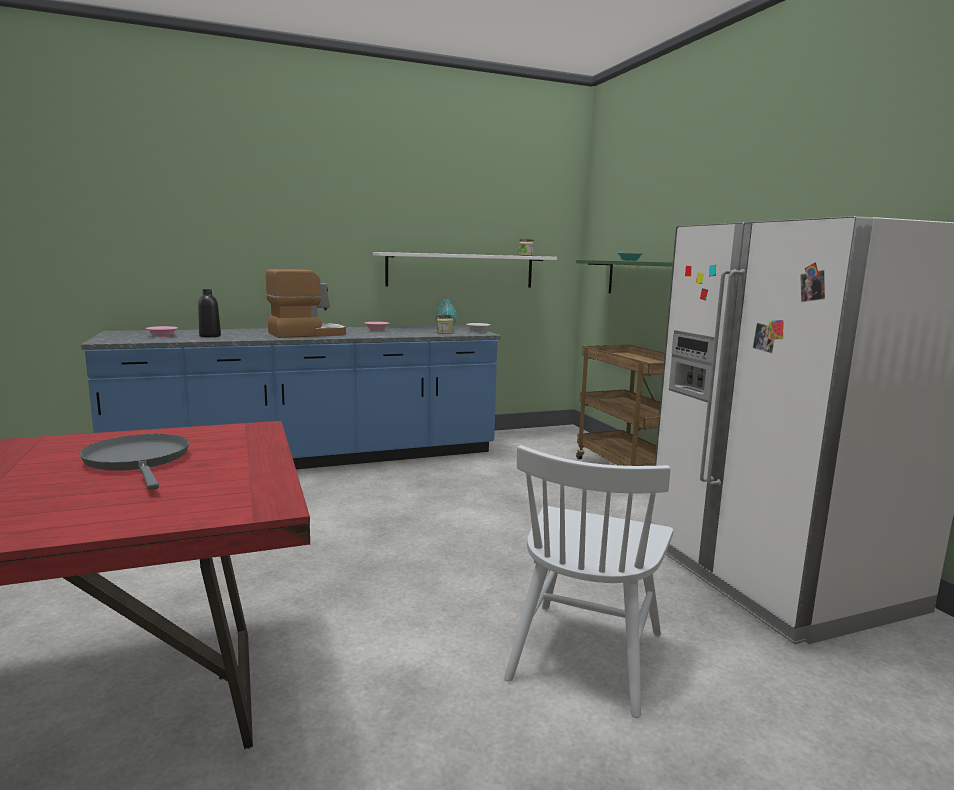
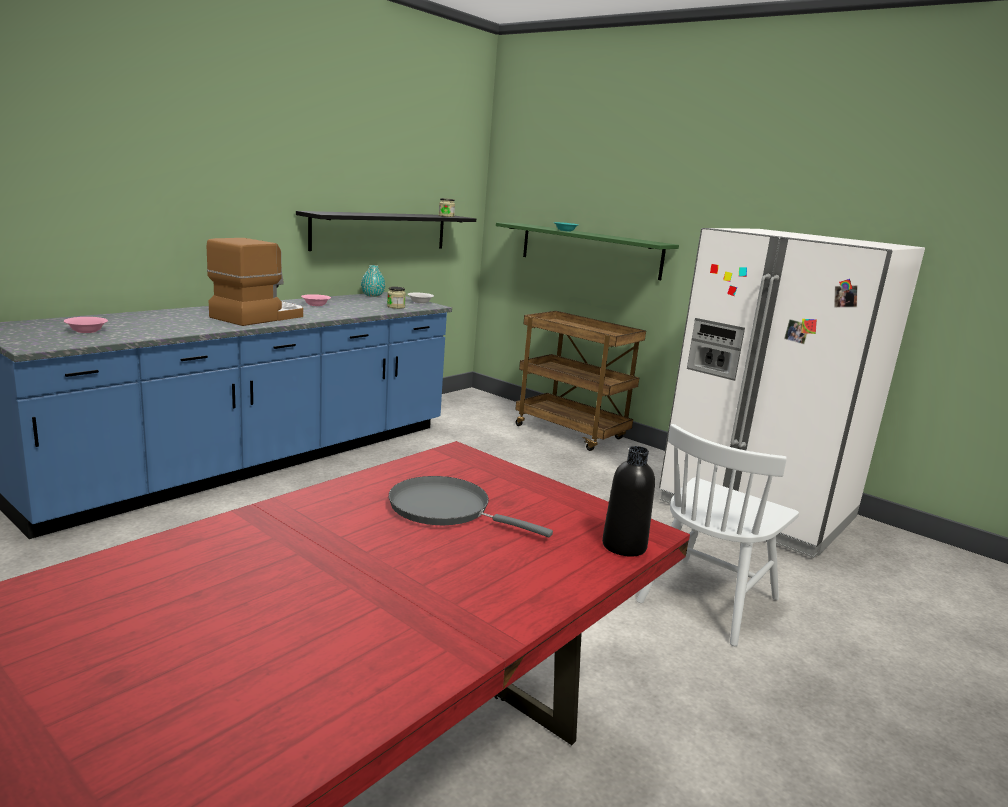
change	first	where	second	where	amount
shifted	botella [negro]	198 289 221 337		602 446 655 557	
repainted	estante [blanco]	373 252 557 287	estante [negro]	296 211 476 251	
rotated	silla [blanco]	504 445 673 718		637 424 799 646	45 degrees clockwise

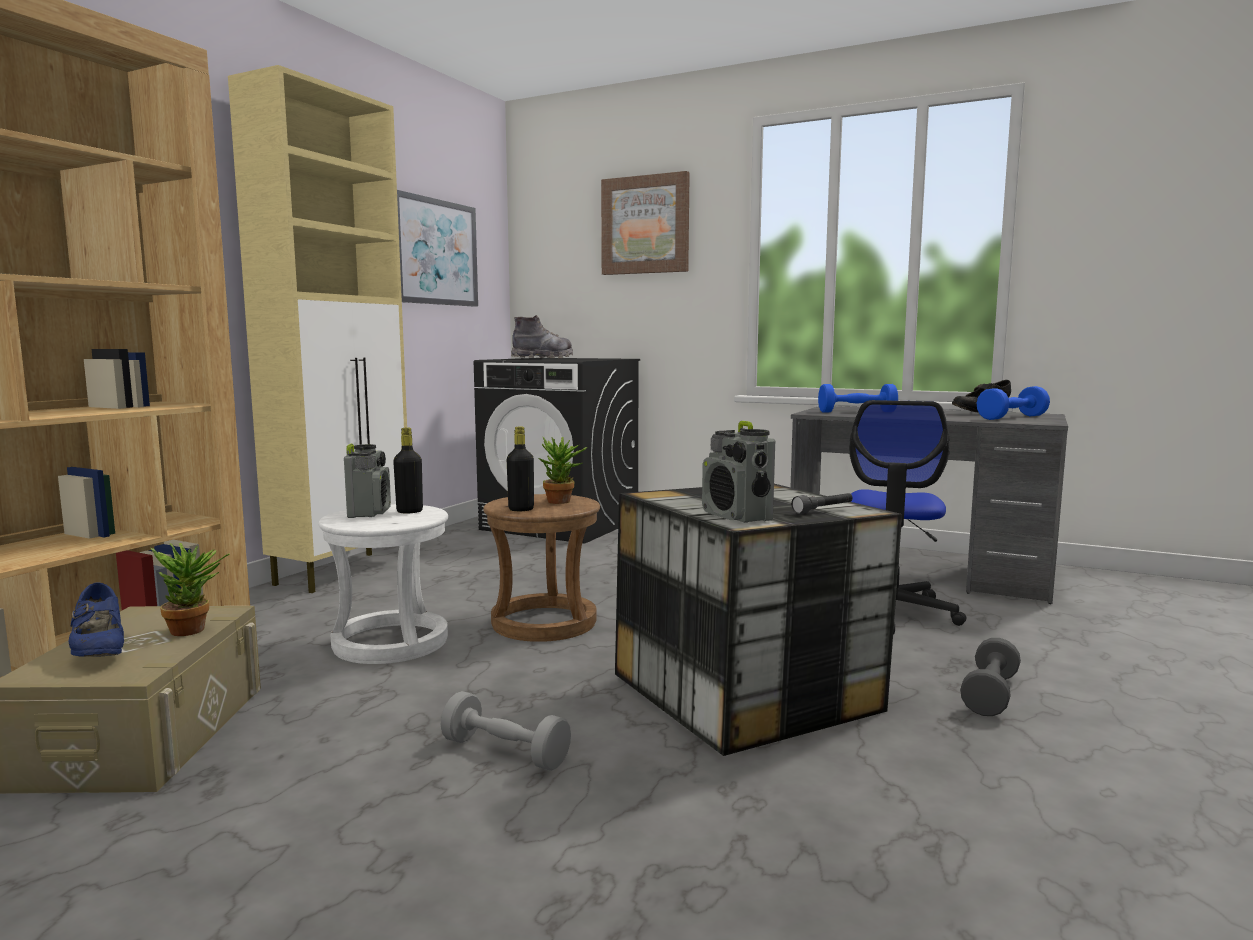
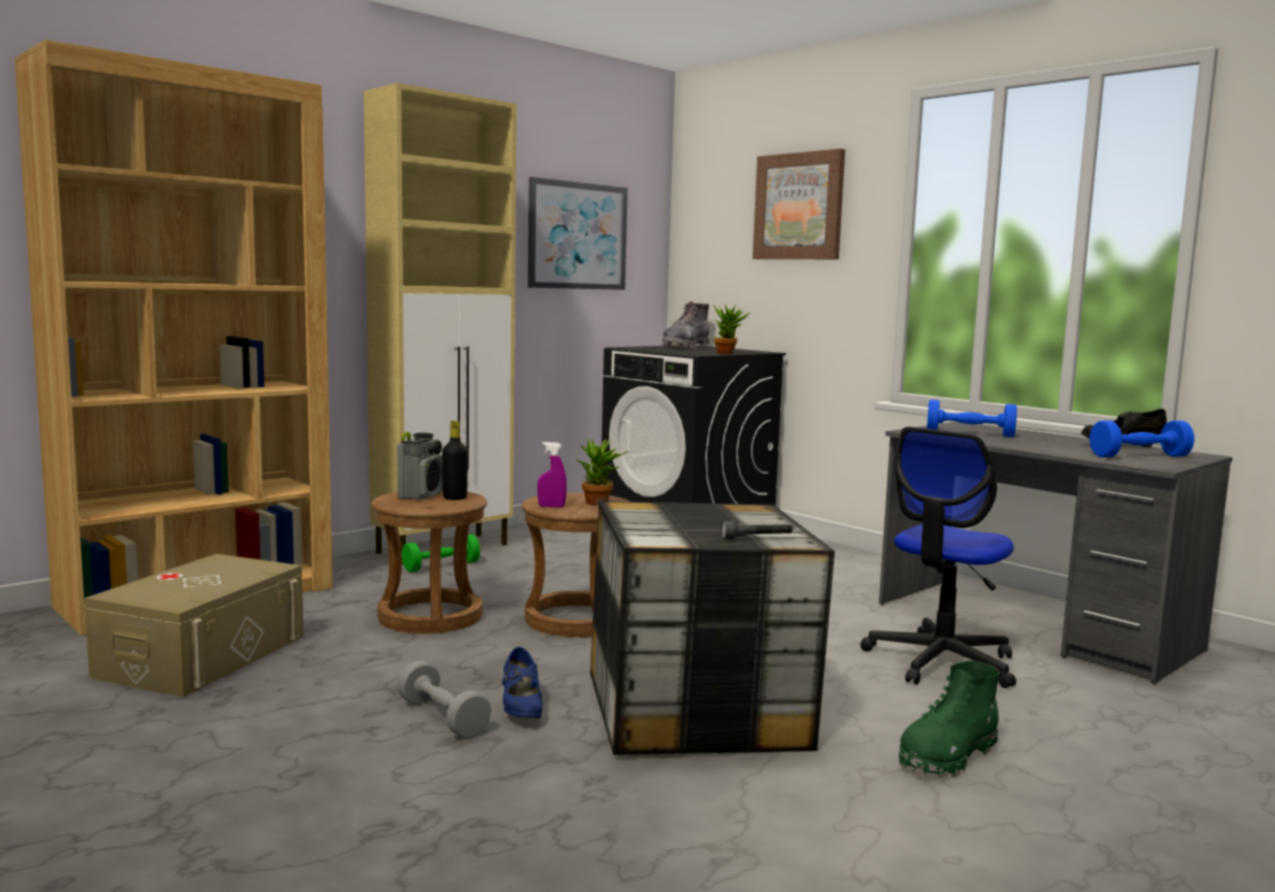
change	first	where	second	where	amount
shifted	zapato [azul]	69 582 124 657		502 647 543 719	
shifted	planta en maceta	151 543 230 636		714 304 751 354	
repainted	taburete [blanco]	319 504 448 664	taburete [marrón]	371 492 487 634	
swapped	botella [negro]	507 427 534 511	pulverizador [morado]	537 442 567 508	
rotated	bota [gris]	511 315 573 358		662 301 710 348	135 degrees clockwise
gone	radio	702 421 775 523			
swapped	mancuerna [gris]	960 638 1021 716	bota [verde]	898 660 1000 778	
new			mancuerna [verde]	402 534 480 572	

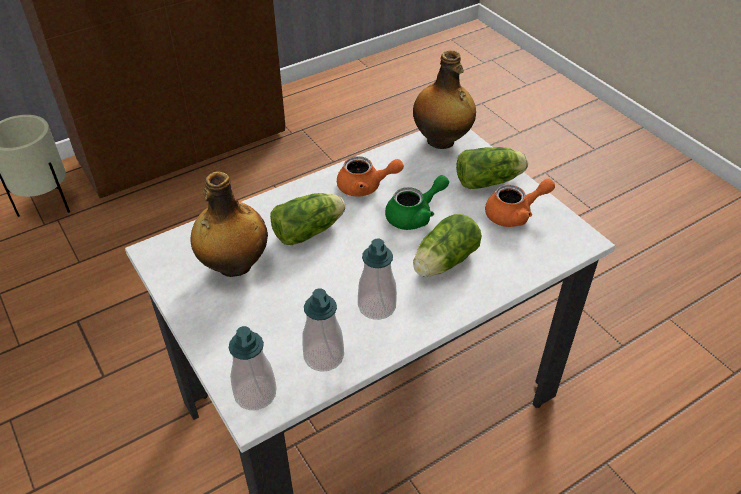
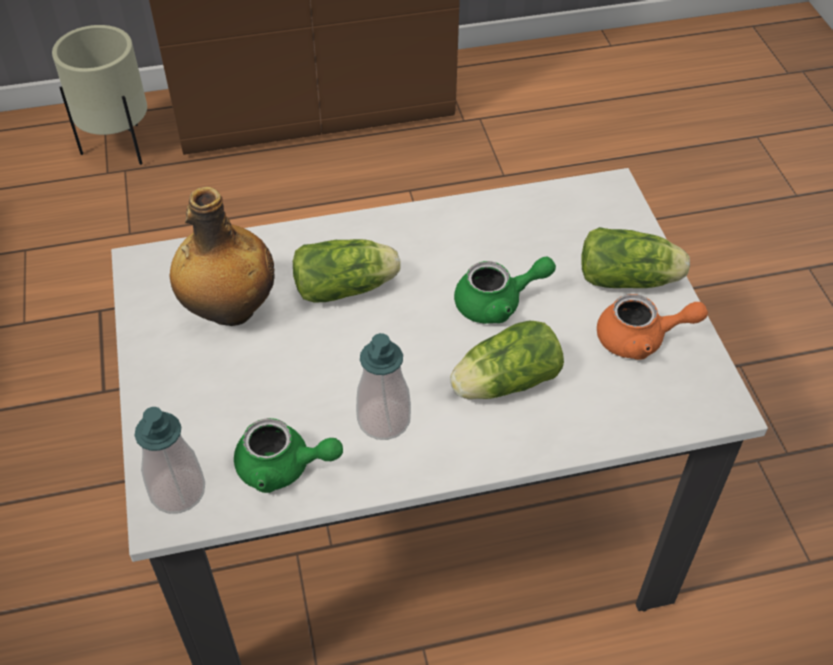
change	first	where	second	where	amount
swapped	dispensador de jabón	302 288 344 372	tetera [verde]	234 418 343 493	
gone	tetera [naranja]	337 156 404 197			
gone	botella	413 50 476 149			

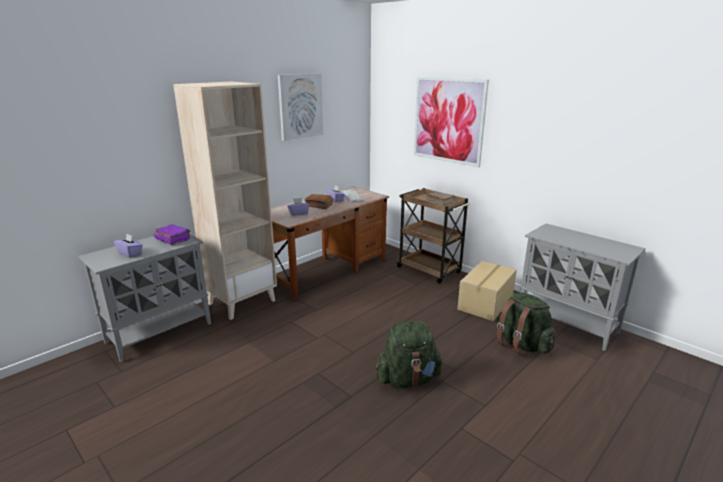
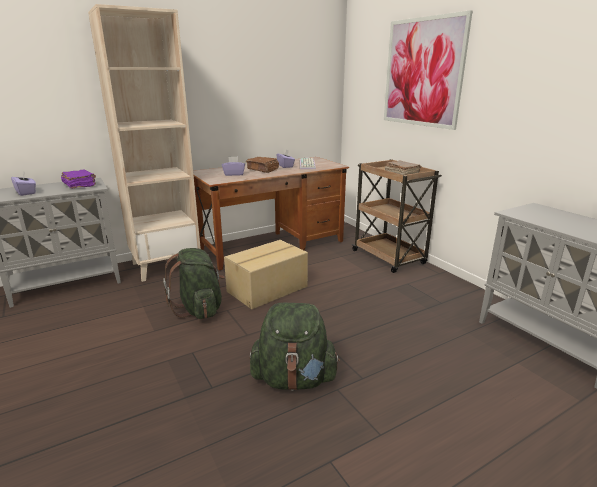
change	first	where	second	where	amount
gone	cuadro	278 73 323 141			
shifted	caja de cartón	457 261 517 321		224 240 308 309	
shifted	mochila [verde]	497 292 555 355		163 248 225 319	

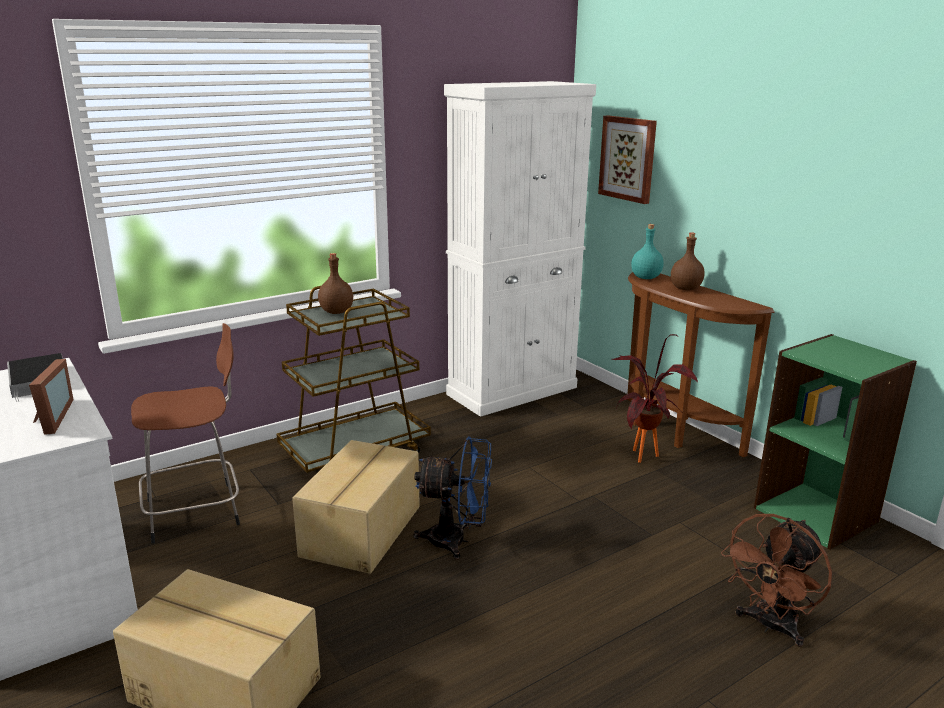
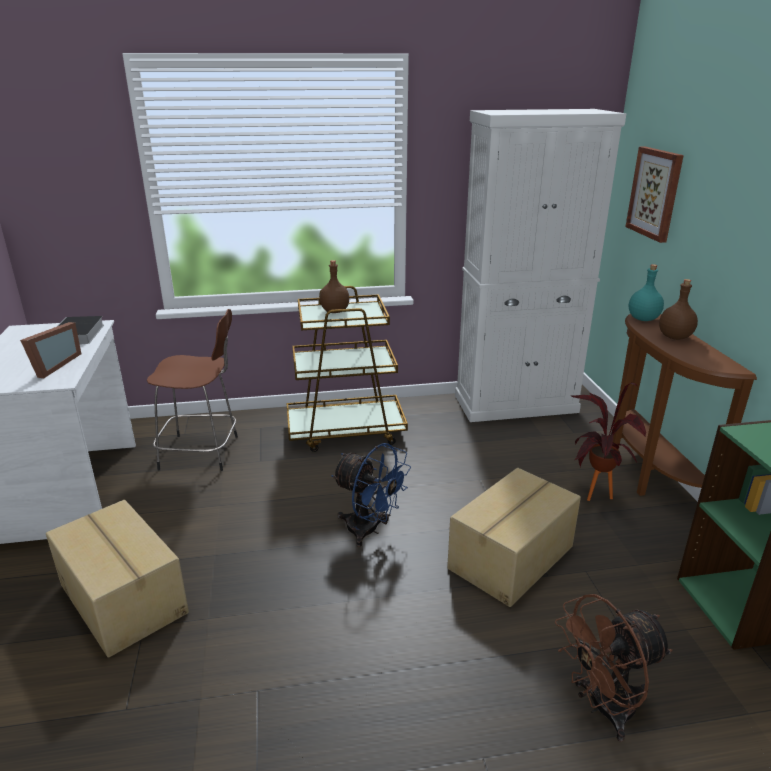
change	first	where	second	where	amount
shifted	caja de cartón	292 440 420 574		447 468 581 607	

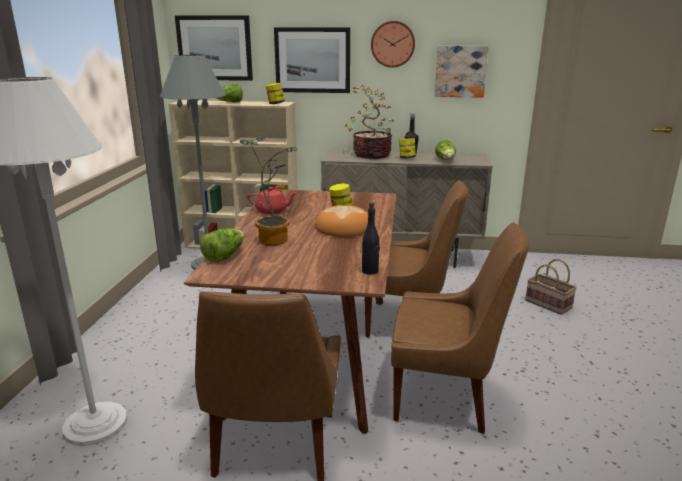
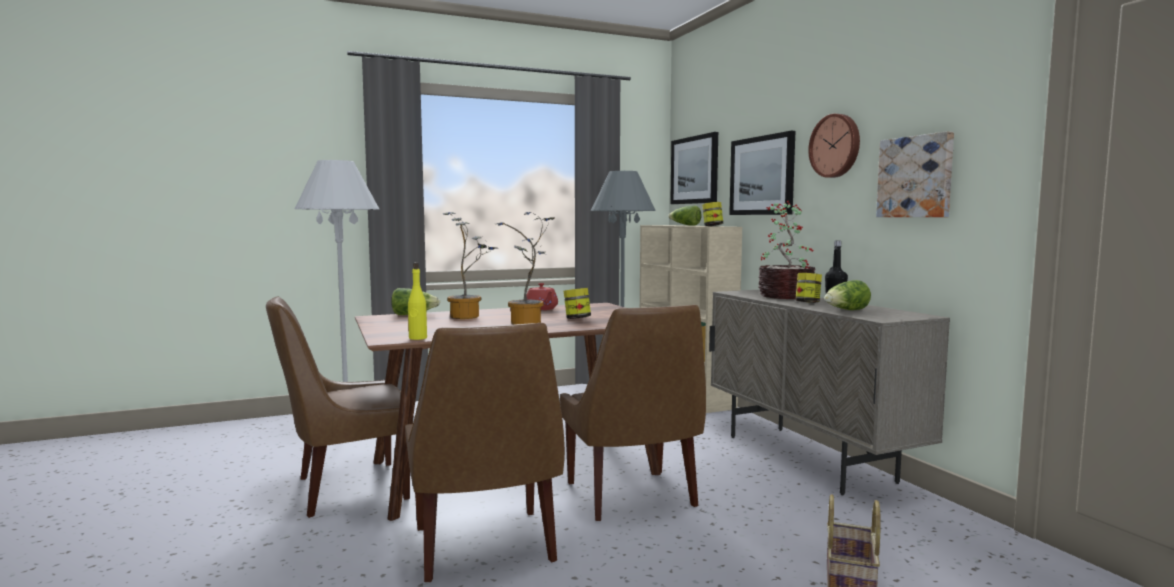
change	first	where	second	where	amount
swapped	pan	315 205 368 237	planta en maceta	495 212 555 325	
repainted	botella [negro]	362 202 380 275	botella [amarillo]	408 262 427 340	

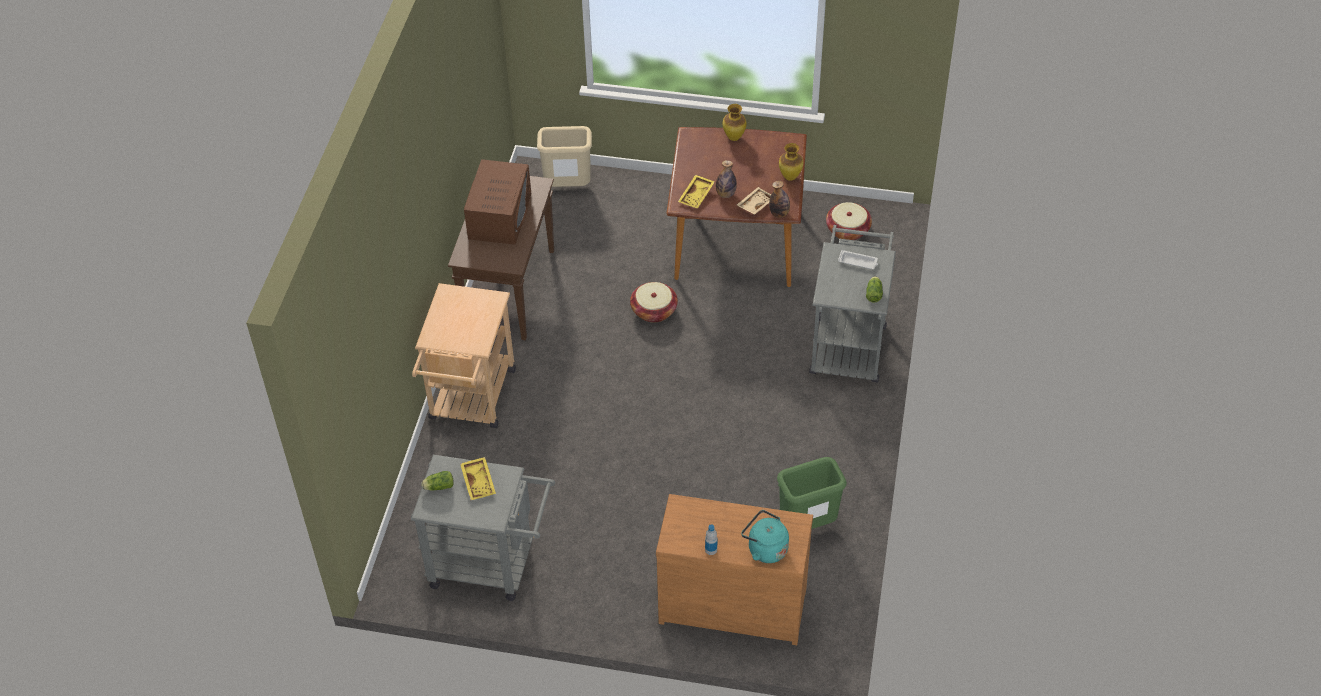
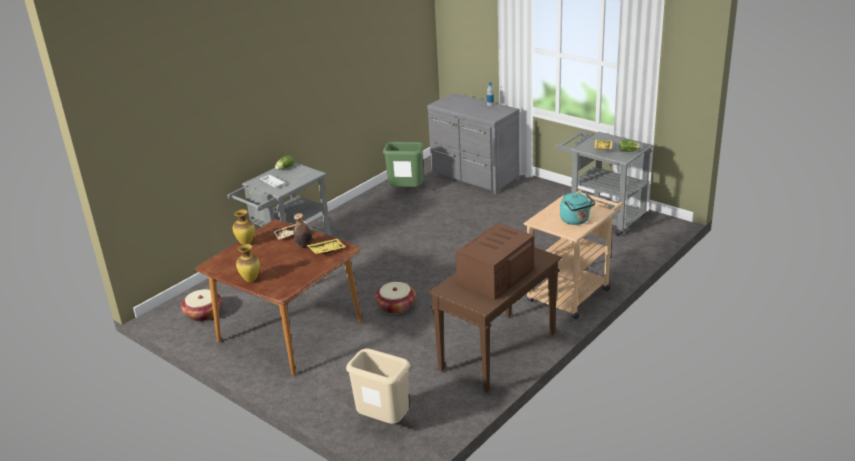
change	first	where	second	where	amount
repainted	cómoda [marrón]	656 494 813 645	cómoda [gris]	427 93 520 194	
shifted	hervidor [turquesa]	741 510 789 563		560 193 595 225	
gone	botella	769 180 790 218			

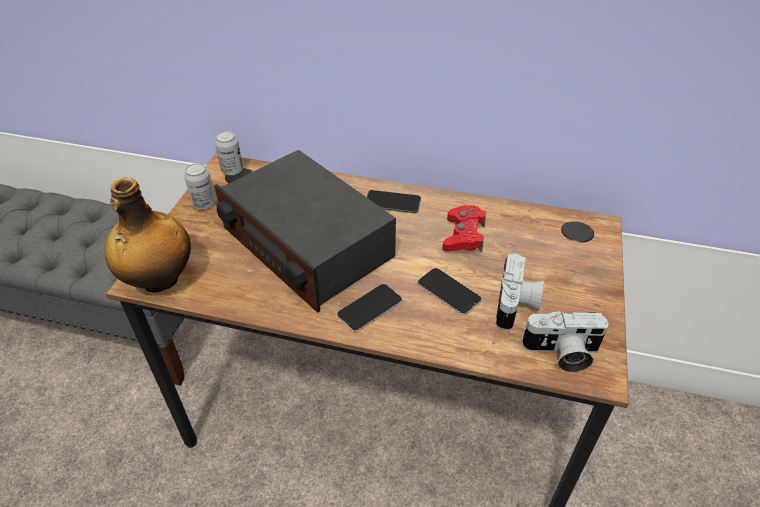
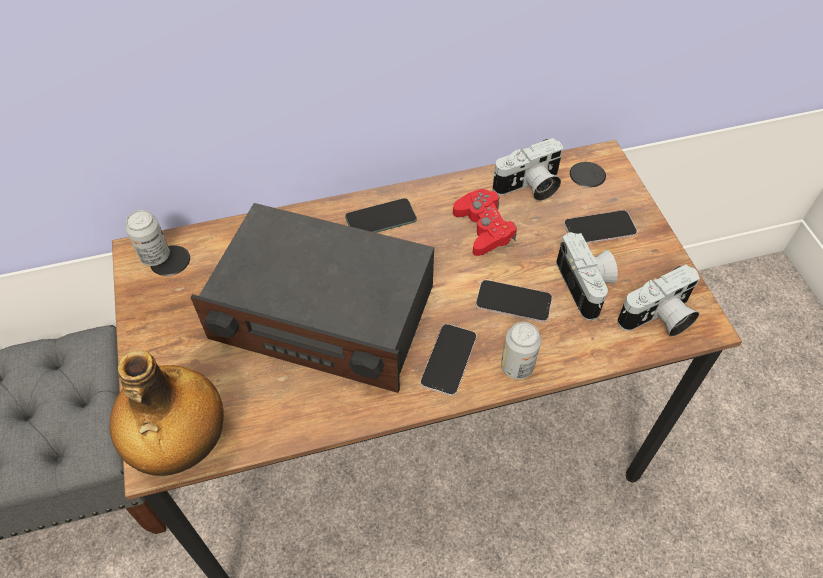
change	first	where	second	where	amount
shifted	lata	184 163 216 210		501 322 541 380	
new			cámara	492 138 563 201	
new			móvil	564 210 637 244	

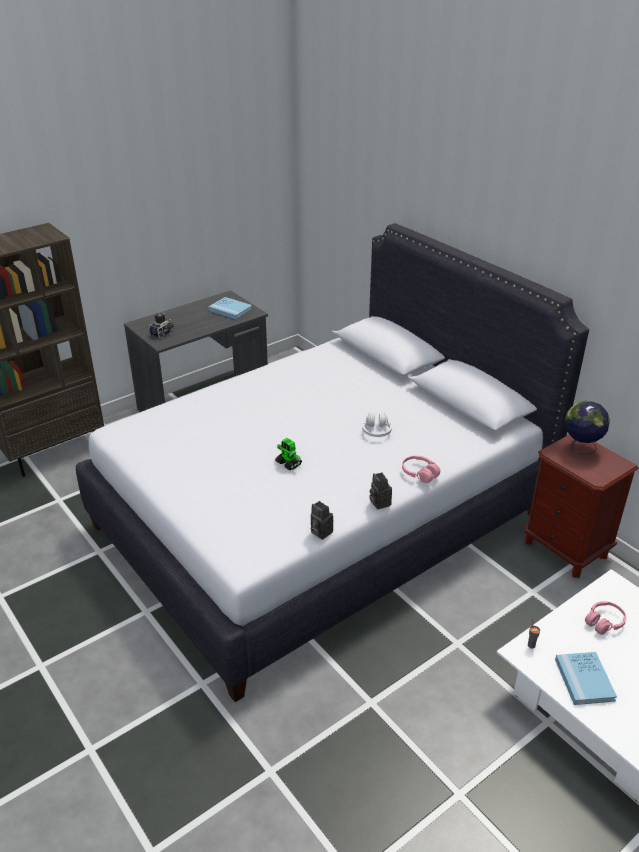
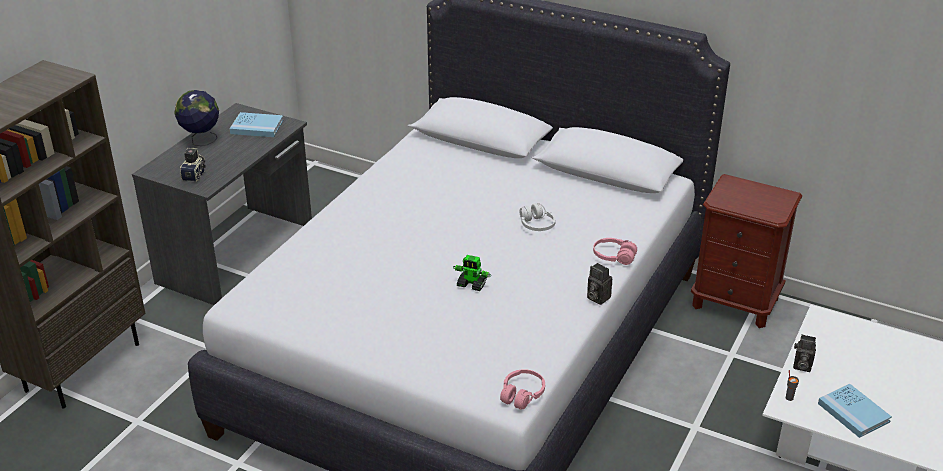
change	first	where	second	where	amount
shifted	cámara	311 501 333 540		793 335 816 372	
shifted	globo terráqueo	565 401 610 455		174 90 219 146	
shifted	auriculares [rosa]	585 601 626 635		500 369 545 409	

